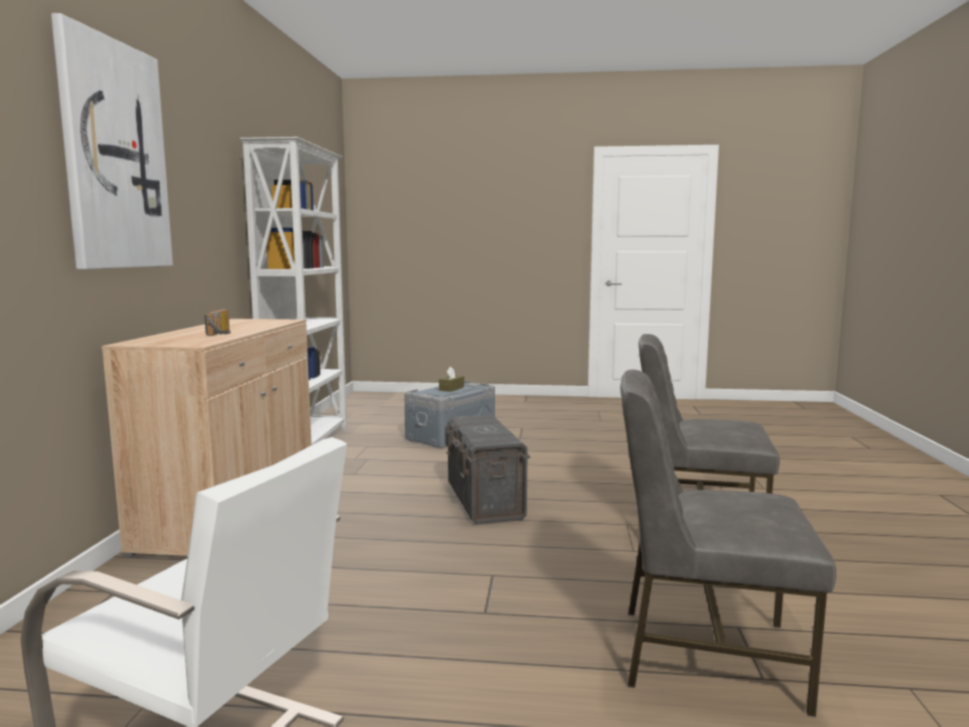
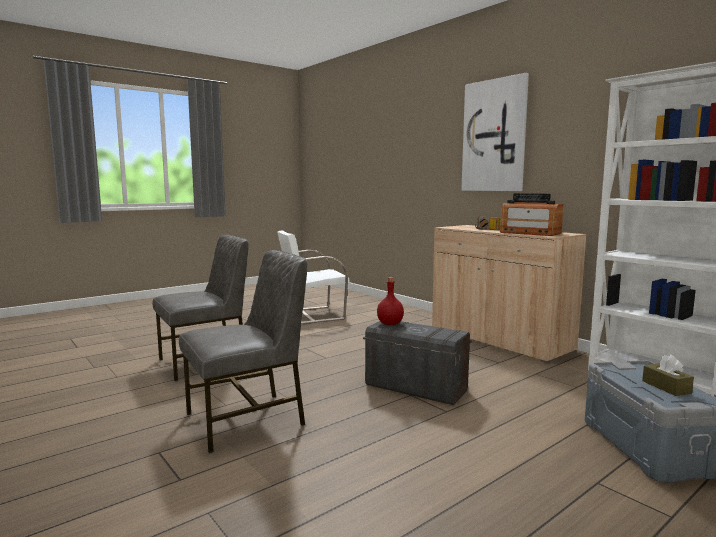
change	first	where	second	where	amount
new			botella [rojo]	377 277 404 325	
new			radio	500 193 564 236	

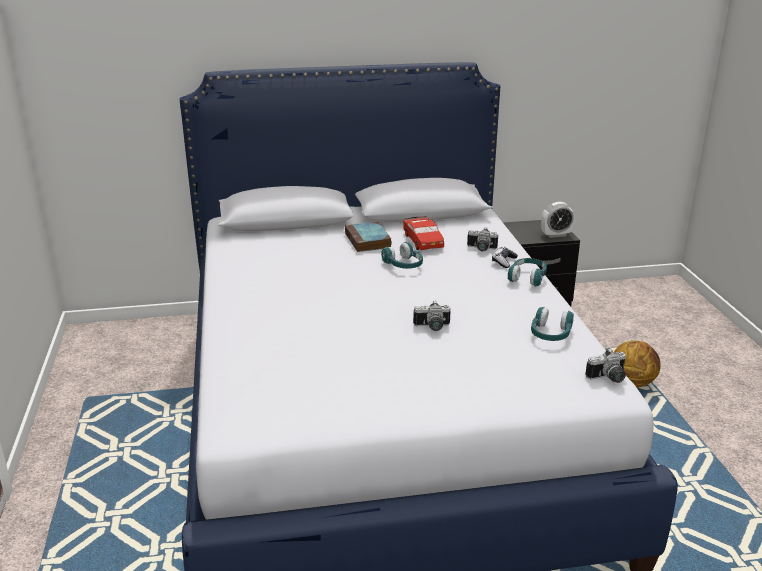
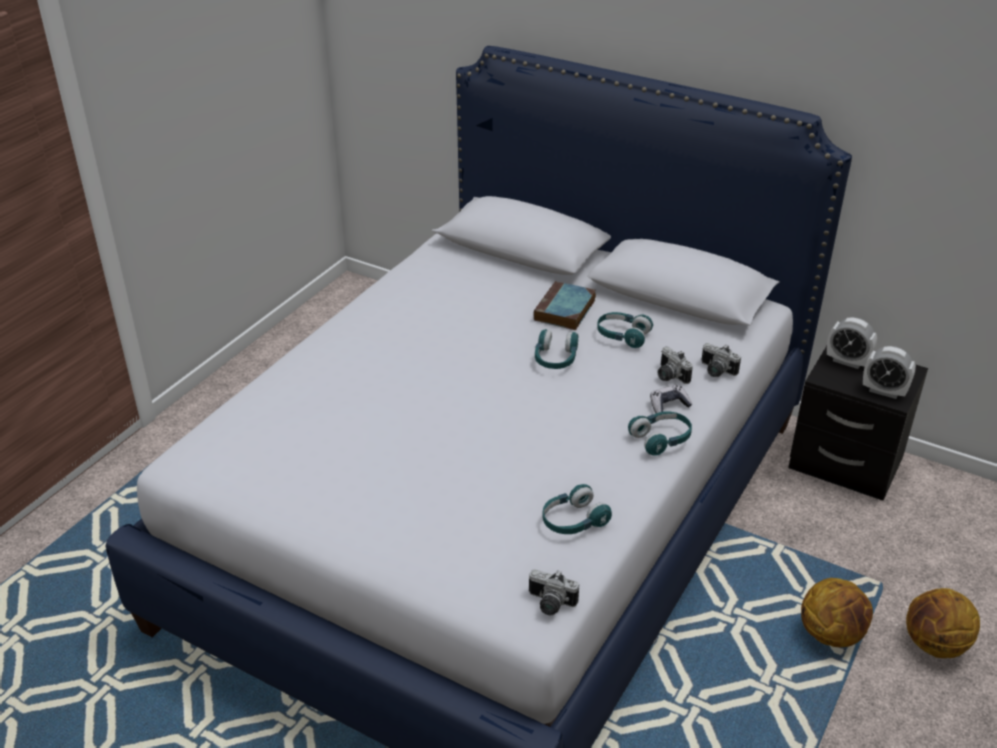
change	first	where	second	where	amount
swapped	coche de juguete [rojo]	404 216 444 250	auriculares [turquesa]	597 312 653 348	
shifted	cámara	413 301 451 331		701 343 741 377	
new			despertador	827 317 877 369	
new			balón de baloncesto	906 588 980 658	

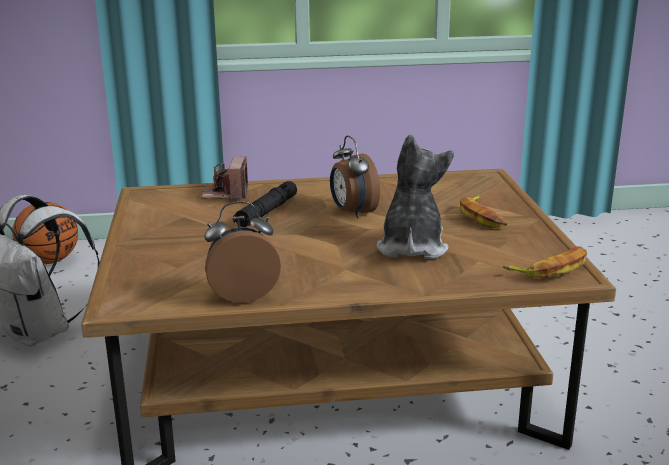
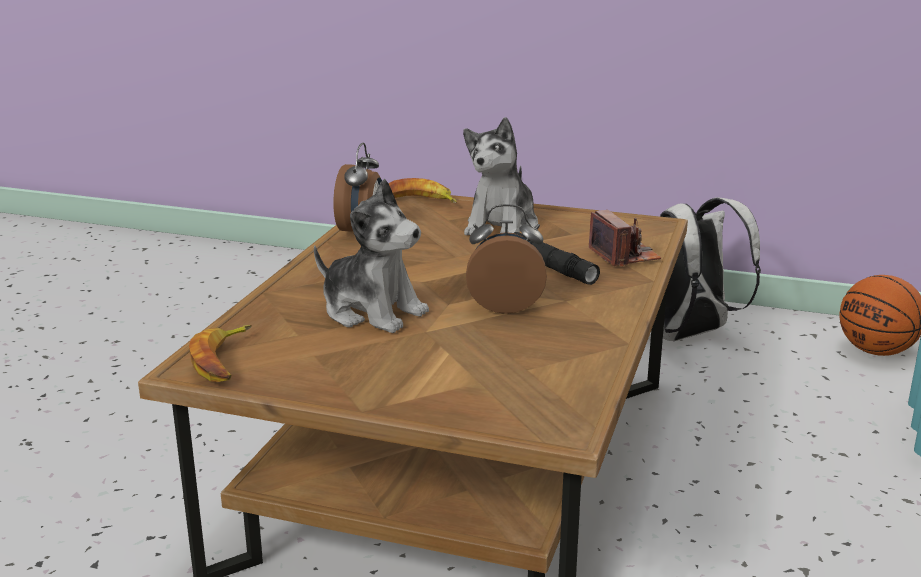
change	first	where	second	where	amount
rotated	cámara	201 156 248 199		589 210 661 266	45 degrees clockwise
shifted	plátano	460 195 507 228		389 178 457 203	
new			peluche	463 117 538 235	

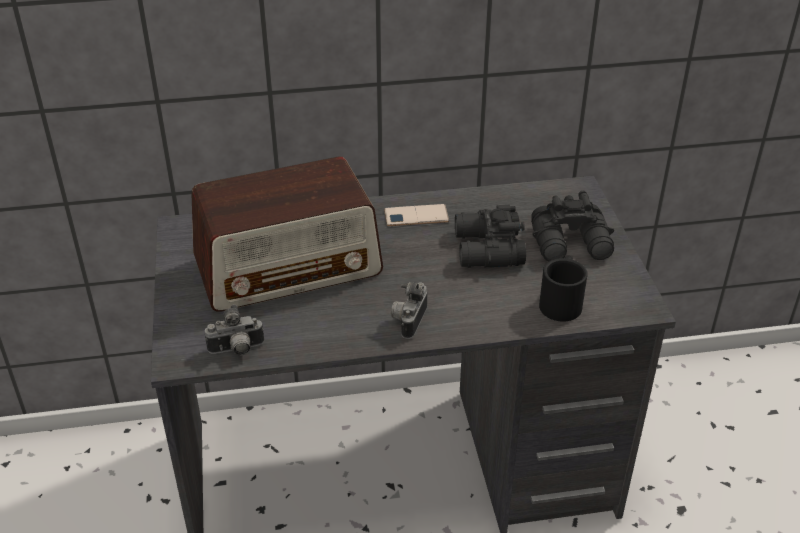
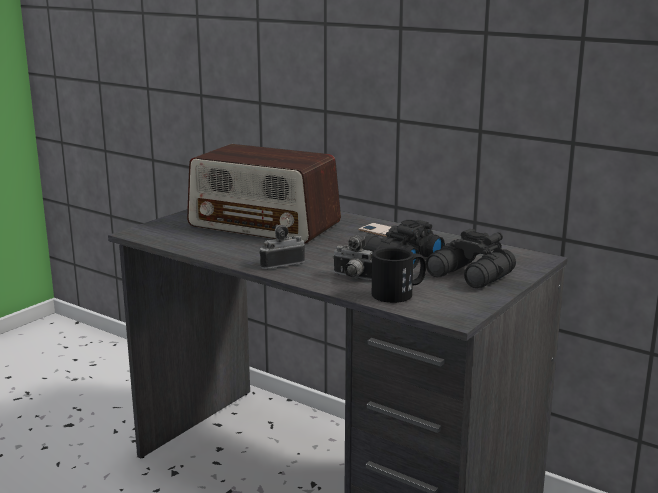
change	first	where	second	where	amount
shifted	cámara	205 304 264 356		333 235 372 281	

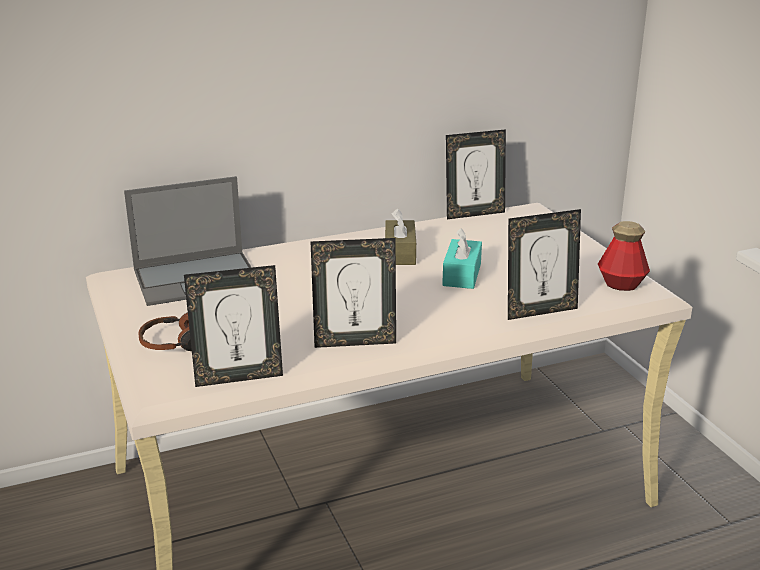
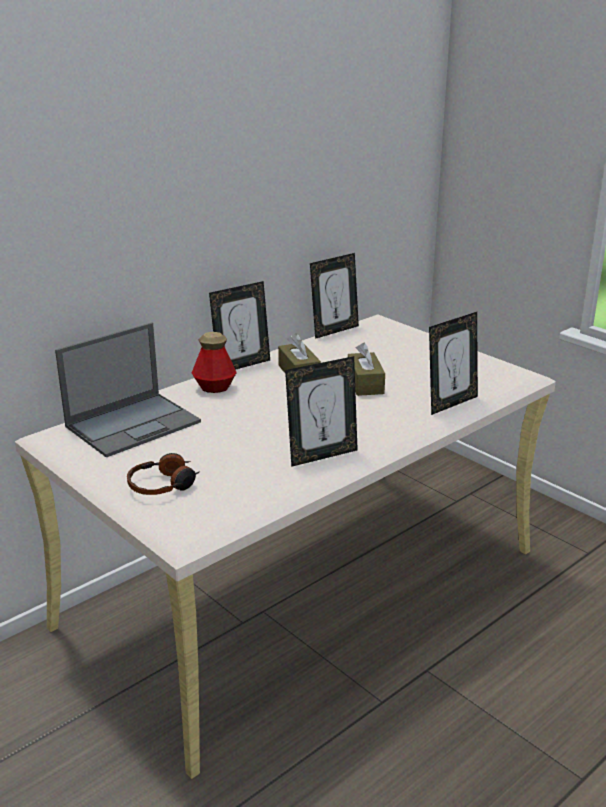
change	first	where	second	where	amount
shifted	portarretratos	184 265 283 387		209 281 270 370	
repainted	caja de pañuelos [turquesa]	442 228 482 289	caja de pañuelos [marrón]	348 343 385 396	
shifted	botella	598 221 650 291		192 332 237 393	

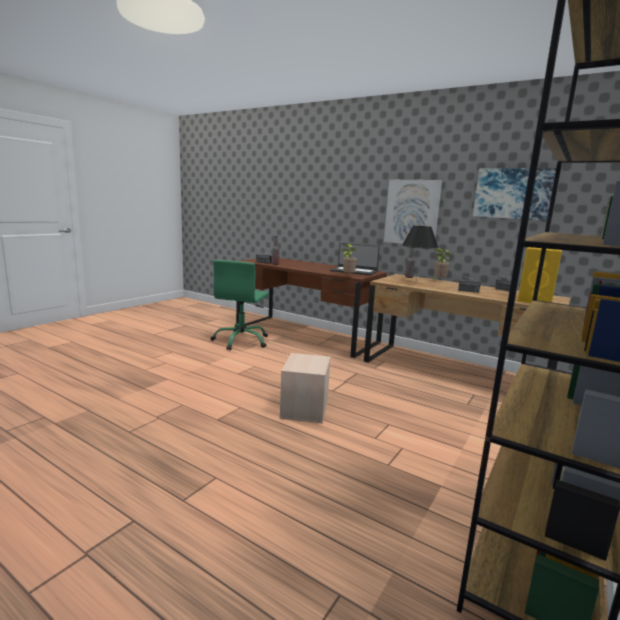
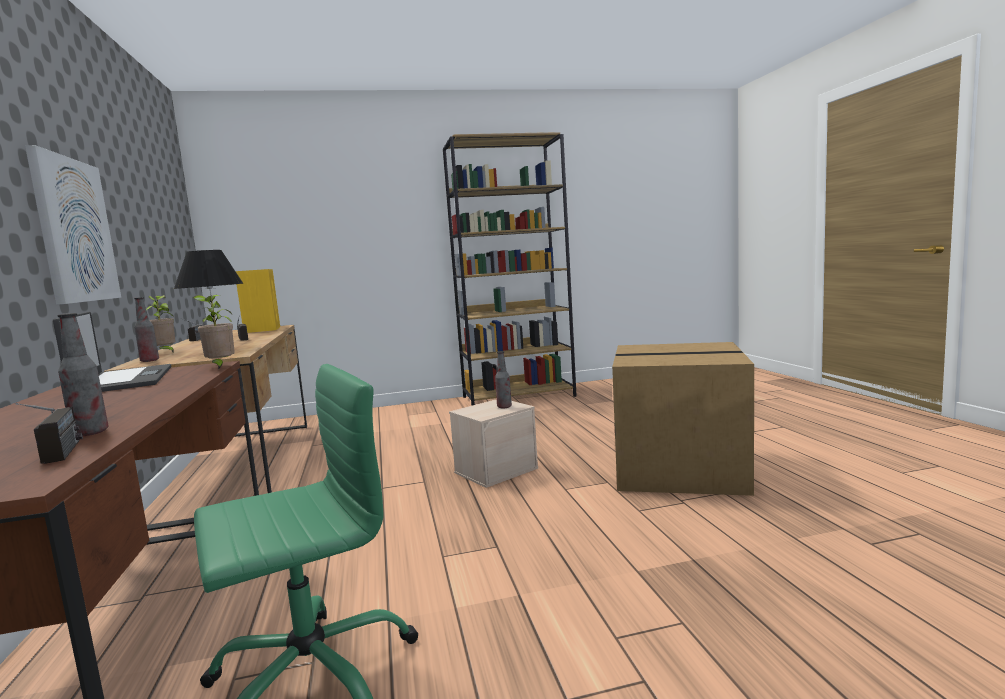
change	first	where	second	where	amount
gone	cuadro	473 168 556 220			
new			botella	495 351 512 408	
new			caja de cartón	612 342 754 496	

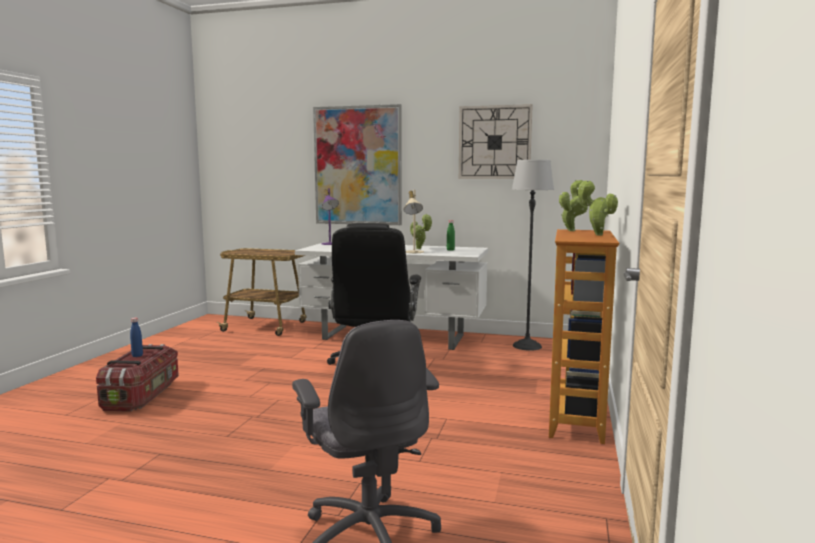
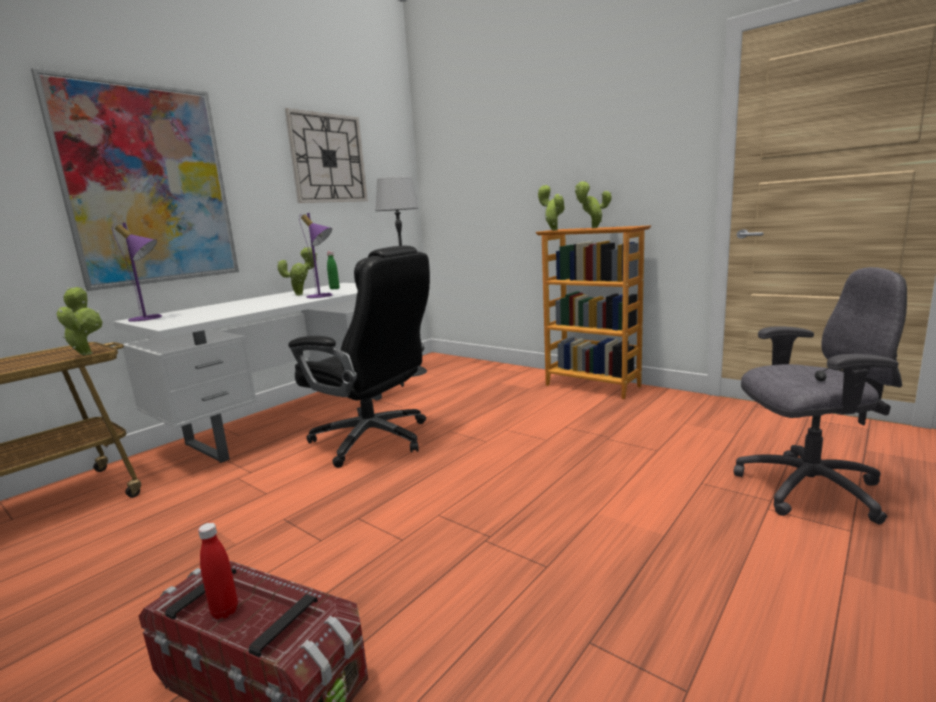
change	first	where	second	where	amount
repainted	botella [azul]	130 318 143 357	botella [rojo]	198 523 238 619	
repainted	lámpara de mesa [beis]	404 190 424 253	lámpara de mesa [morado]	299 213 332 298	
new			planta en maceta	57 287 102 355	

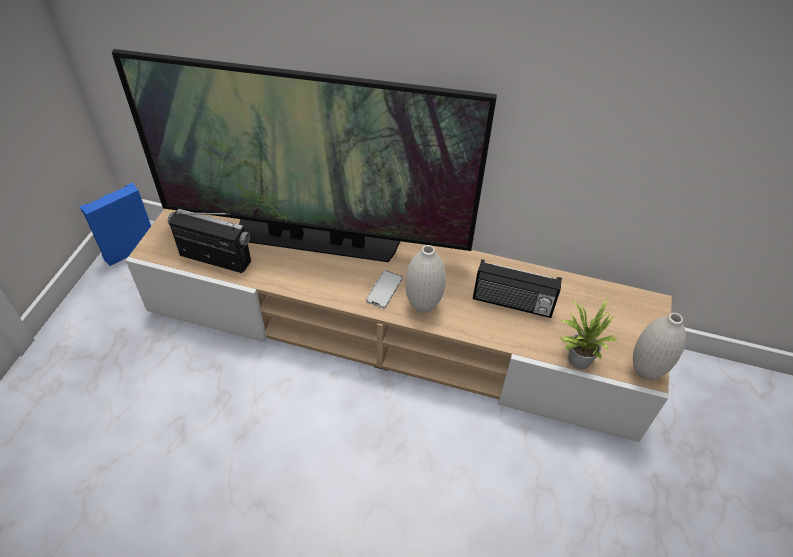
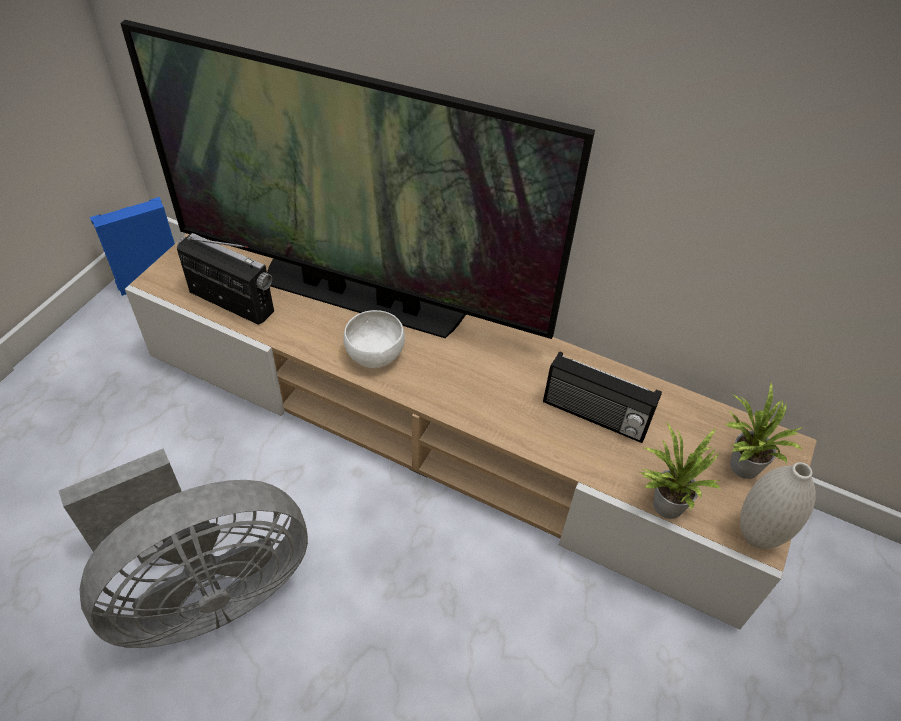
change	first	where	second	where	amount
gone	móvil	366 270 403 308			
gone	florero [blanco]	405 245 446 313			
new			ventilador [gris]	59 448 308 648	
new			cuenco [blanco]	343 310 405 368	
new			planta en maceta	725 383 803 479	

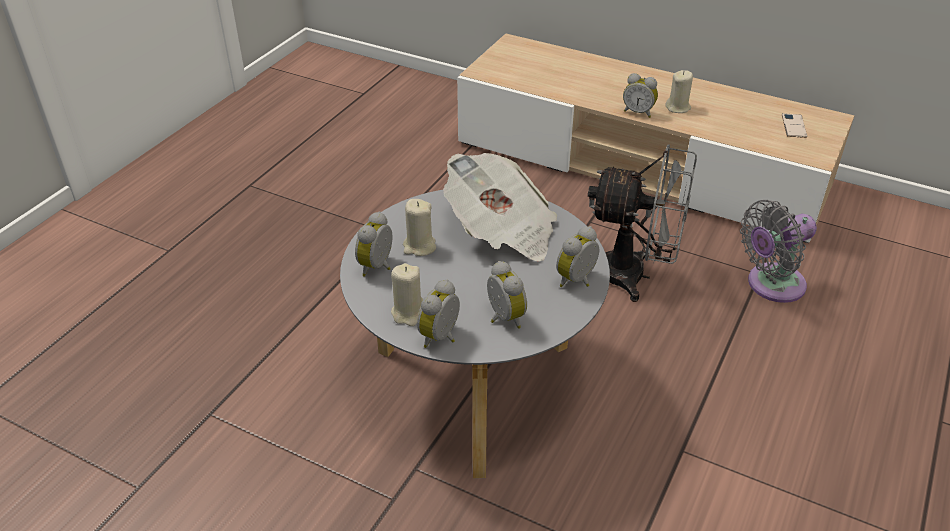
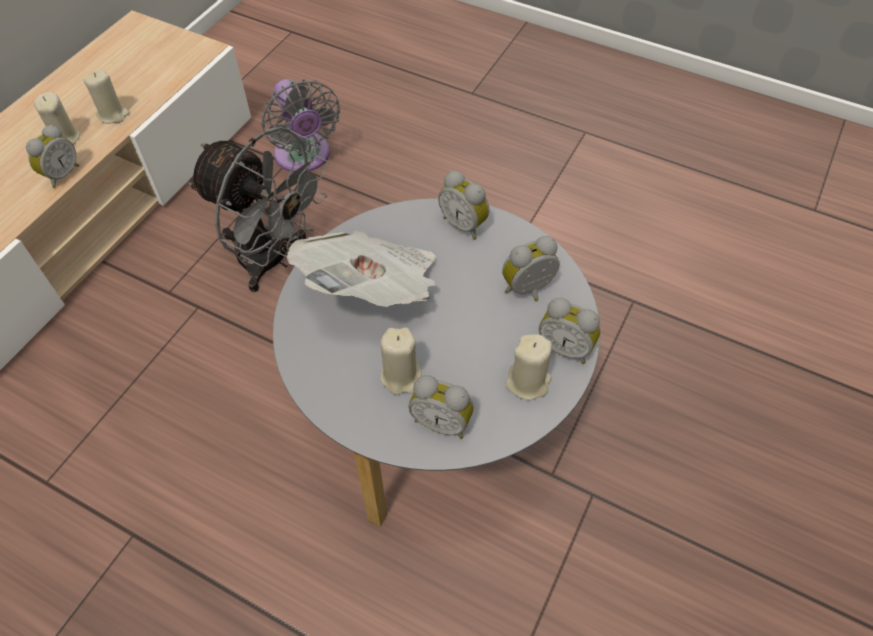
change	first	where	second	where	amount
rotated	ventilador [gris]	588 144 697 302		188 127 328 292	105 degrees clockwise
gone	móvil	782 113 807 138			
new			vela [beis]	83 71 130 124	

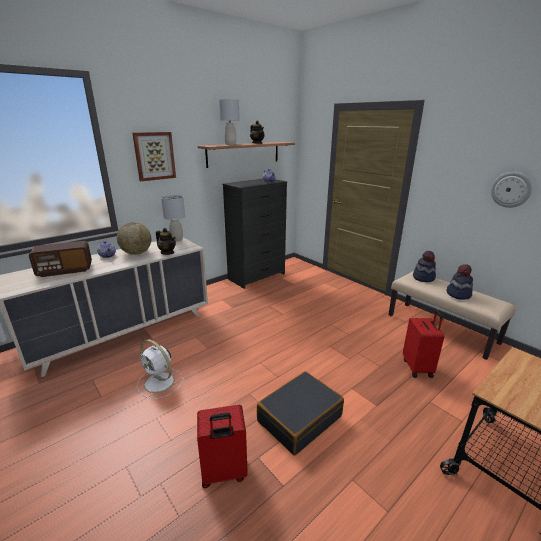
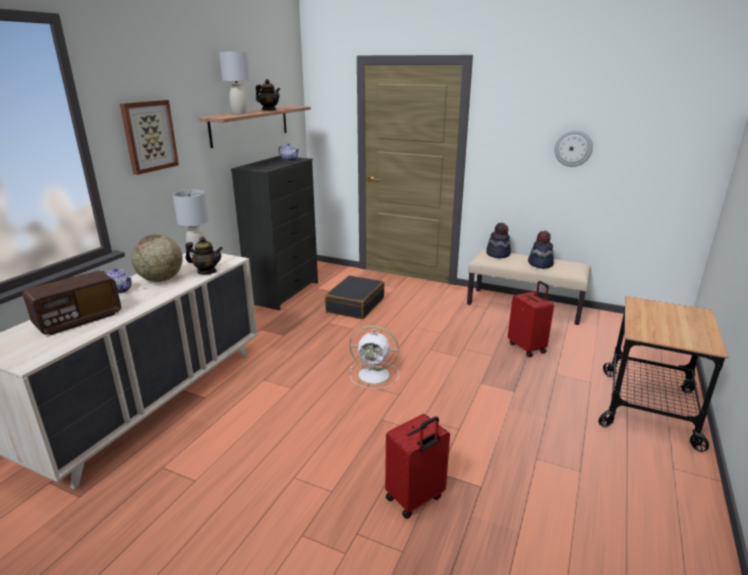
change	first	where	second	where	amount
shifted	ventilador [blanco]	137 339 183 399		349 325 399 389	
shifted	maleta [negro]	257 371 344 455		325 276 384 319	

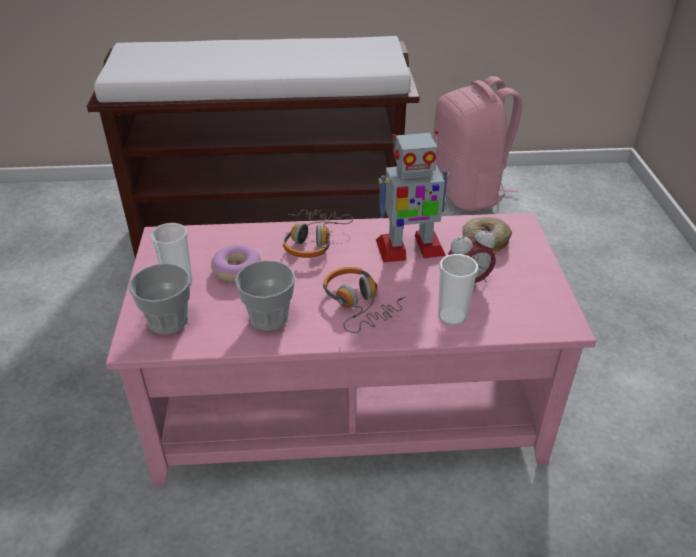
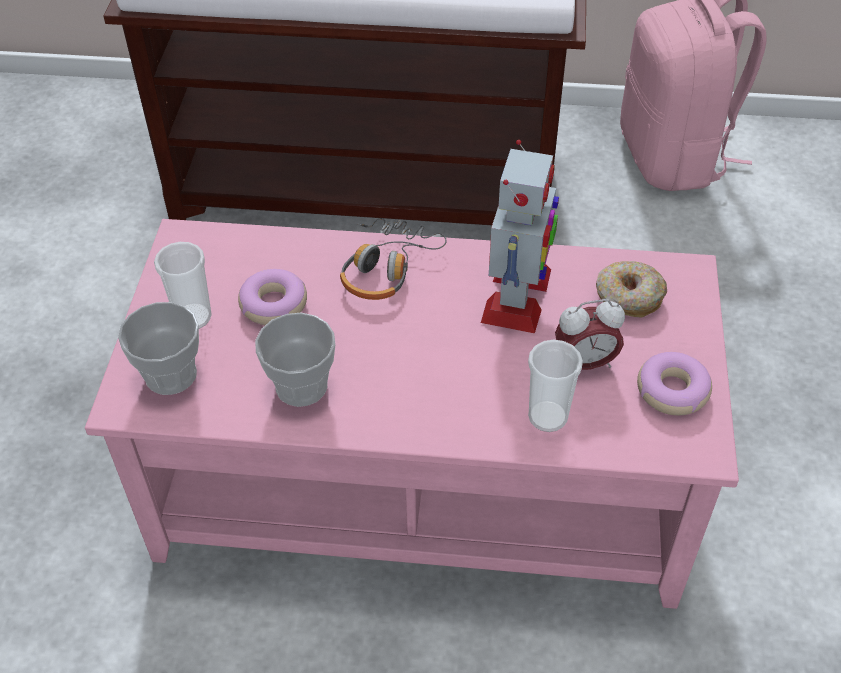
change	first	where	second	where	amount
gone	auriculares	323 267 406 333			
rotated	robot de juguete	376 131 449 262		481 140 559 334	75 degrees counterclockwise
new			rosquilla	637 352 712 415	

